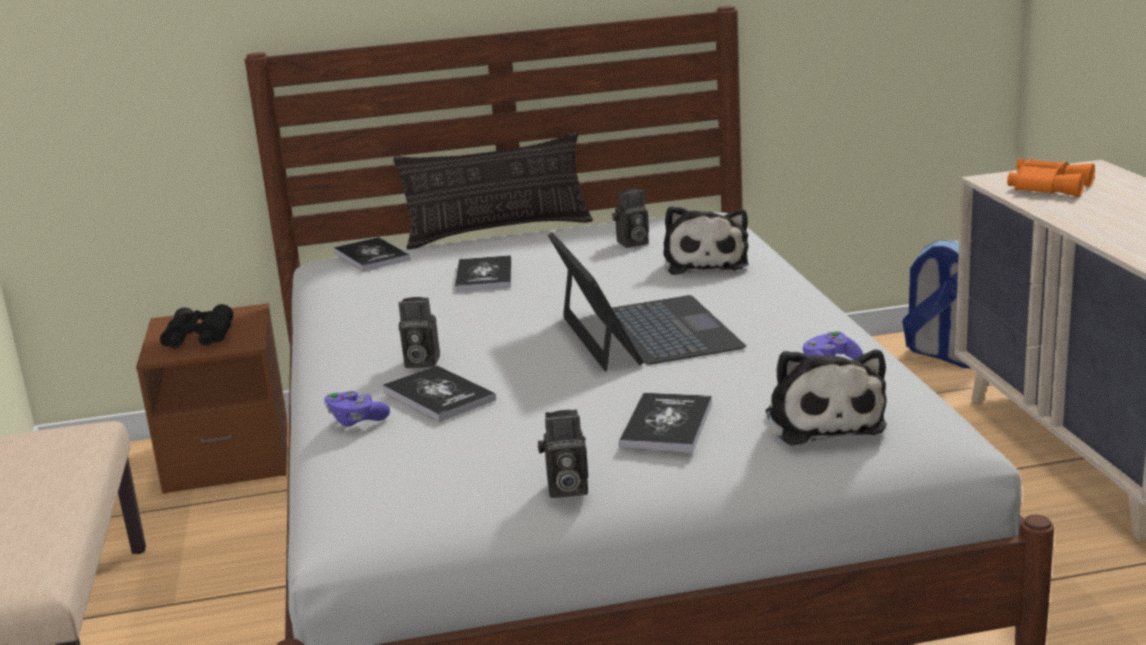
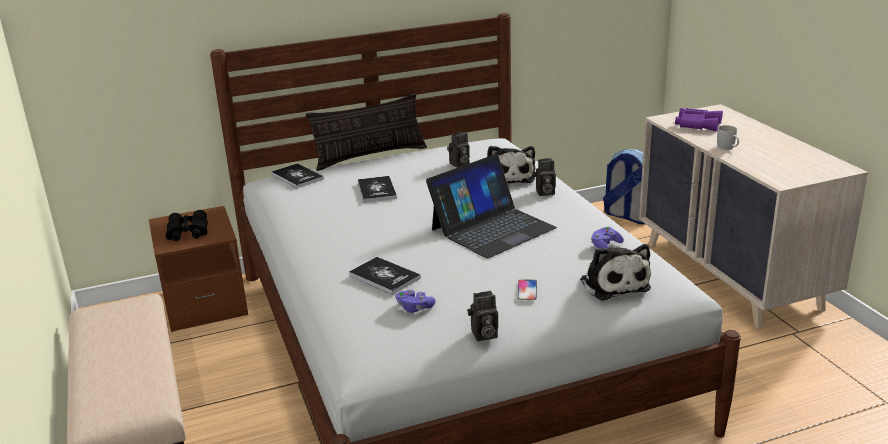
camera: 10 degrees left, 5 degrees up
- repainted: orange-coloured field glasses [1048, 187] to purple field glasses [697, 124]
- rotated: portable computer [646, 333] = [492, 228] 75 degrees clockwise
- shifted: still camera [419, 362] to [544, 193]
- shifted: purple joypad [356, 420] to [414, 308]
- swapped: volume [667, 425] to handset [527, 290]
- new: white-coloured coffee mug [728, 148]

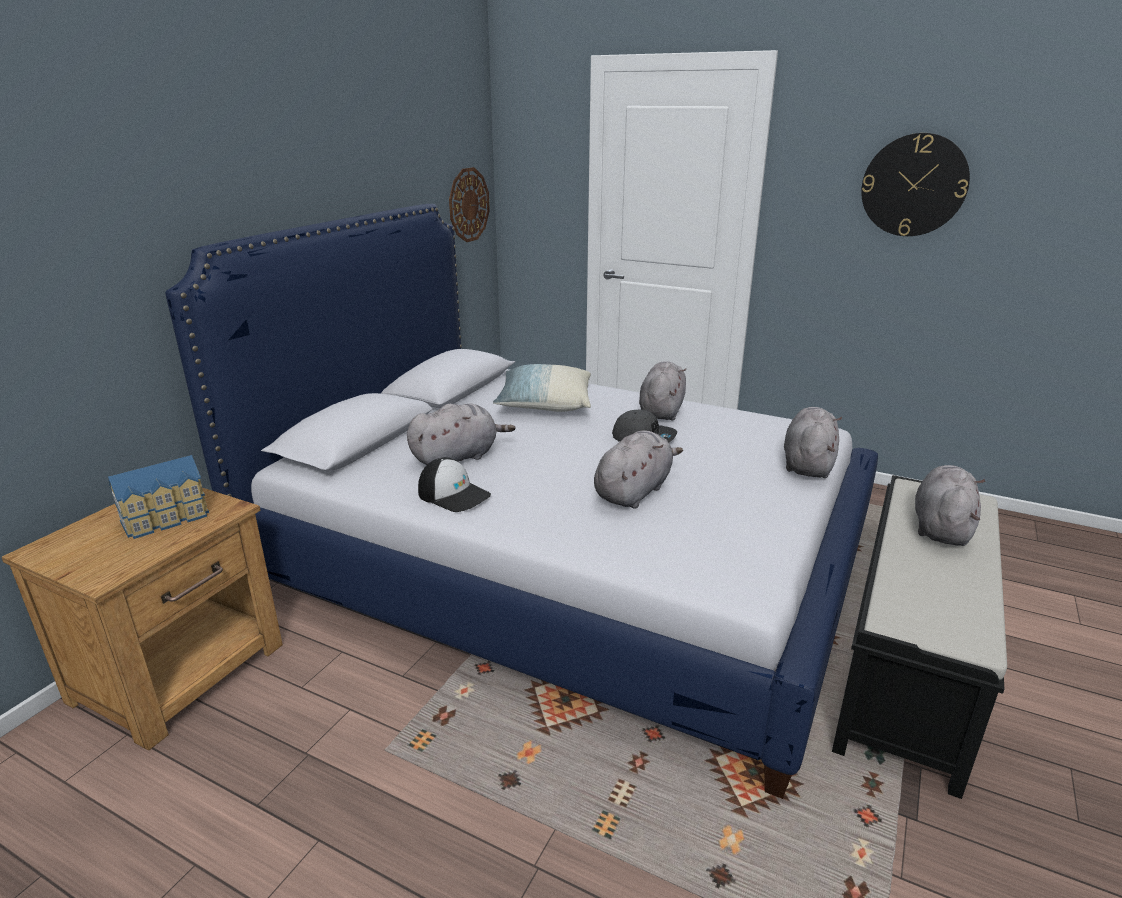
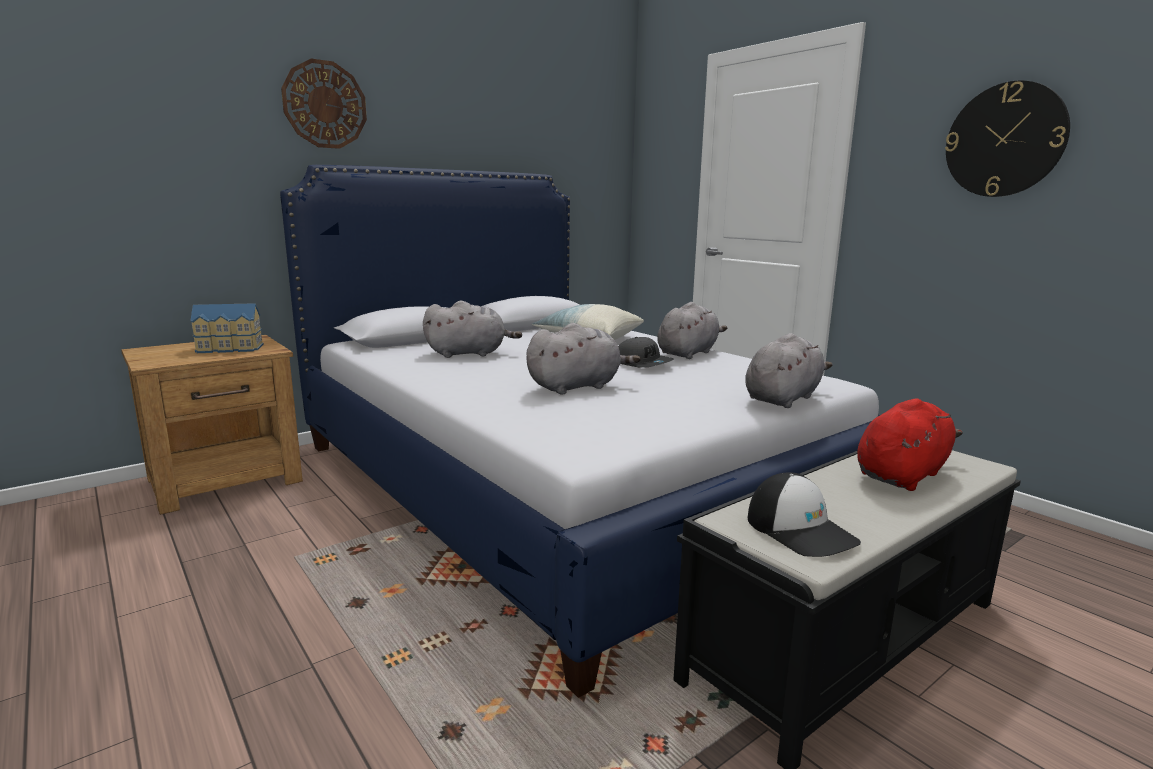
camera: 25 degrees right, 10 degrees down
- shifted: clock on the wall [468, 205] to [325, 104]
- shifted: baseball cap [454, 494] to [801, 530]
- repainted: grey plush toy [941, 527] to red-coloured plush toy [902, 474]

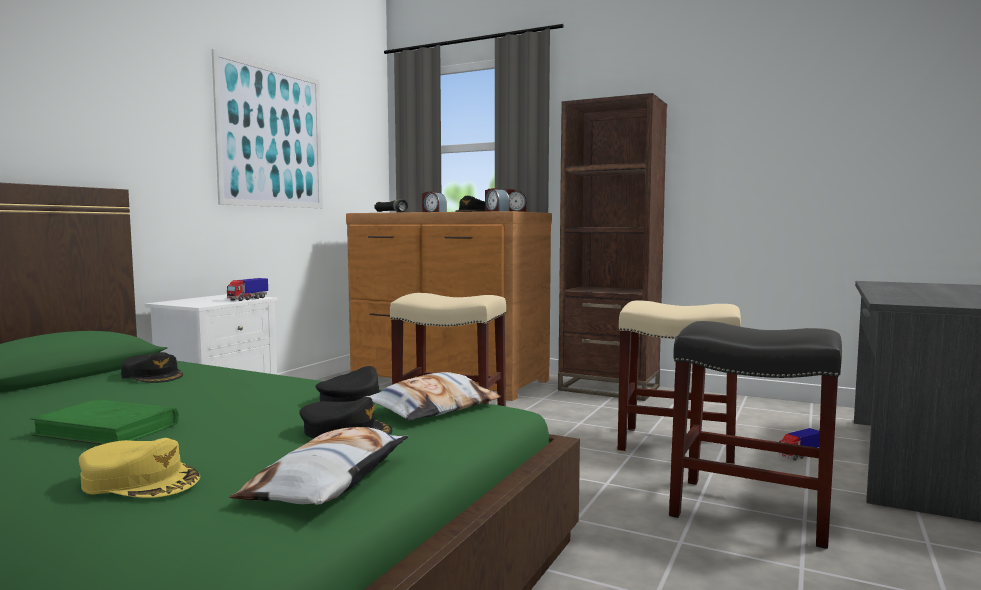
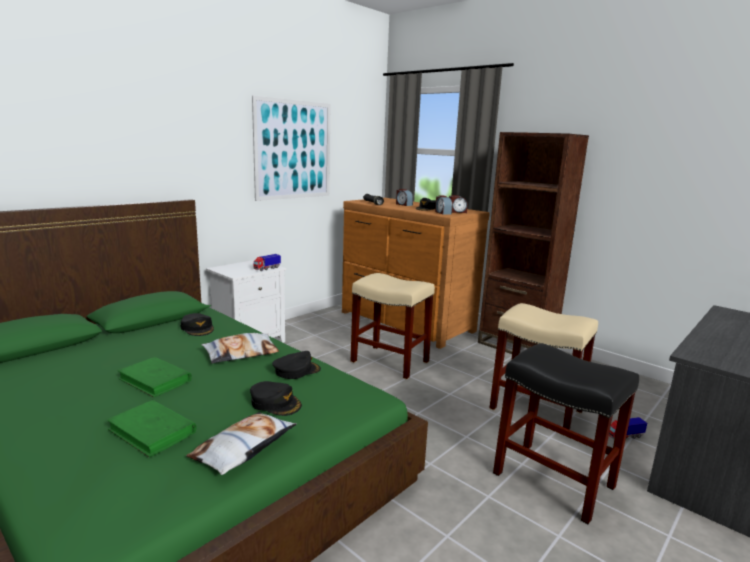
camera: 15 degrees right, 10 degrees up
- shifted: pillow [434, 408] to [241, 353]
- swapped: yellow baseball cap [140, 481] to green volume [152, 431]

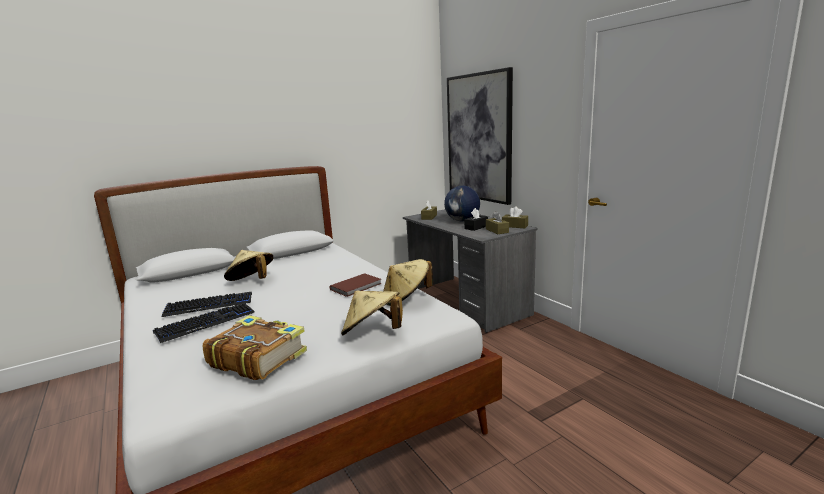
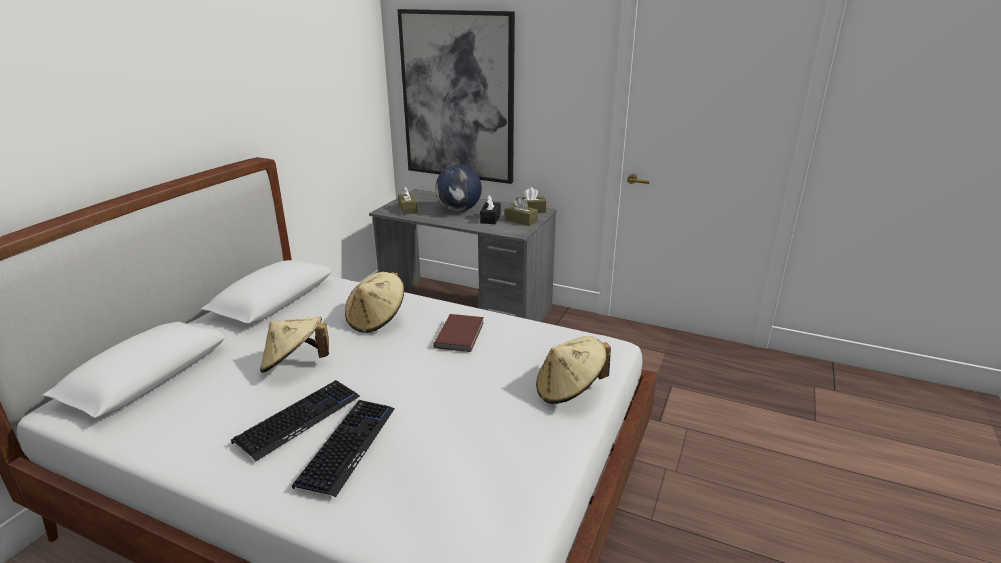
camera: 35 degrees left, 10 degrees up
- shifted: beige wearable hat [406, 299] to [376, 320]
- gone: volume [257, 358]

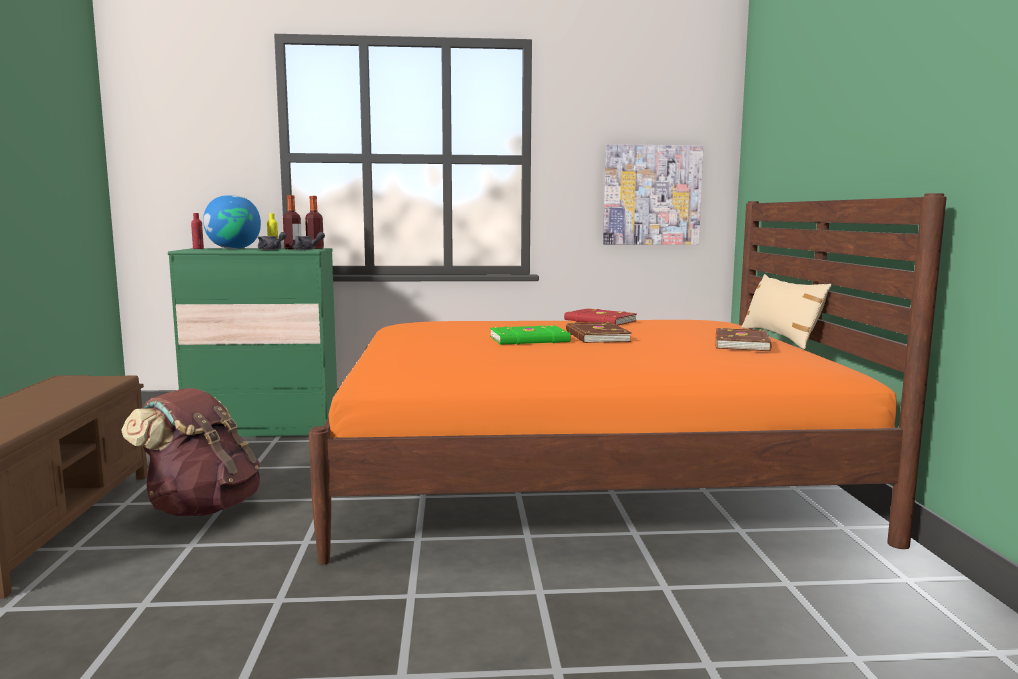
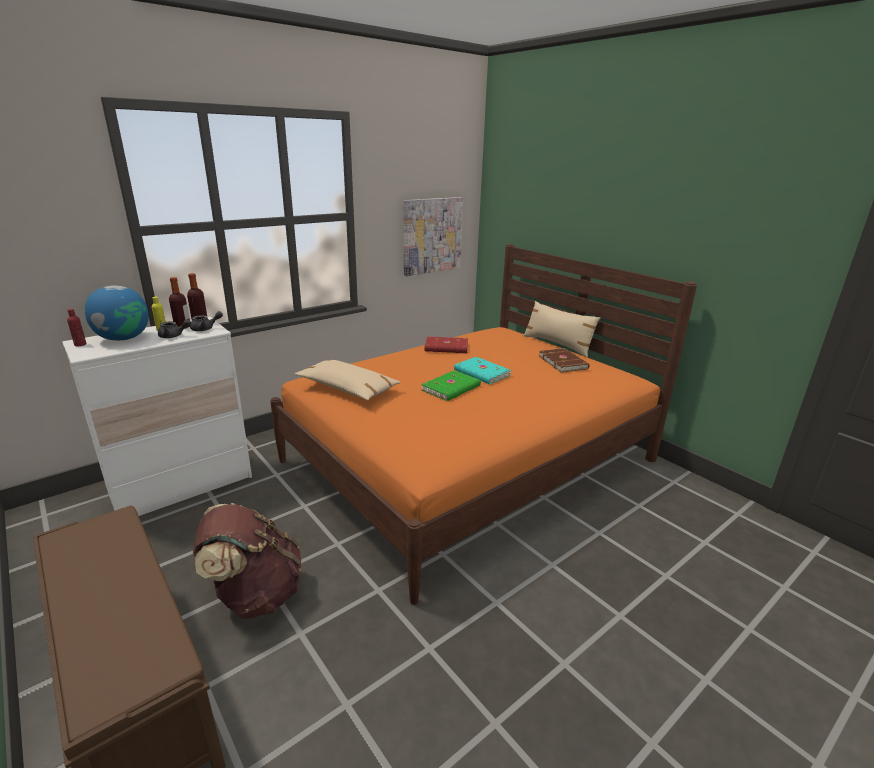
camera: 35 degrees left, 15 degrees up
- repainted: green dresser [264, 428] to white-coloured dresser [182, 486]
- repainted: brown-coloured volume [596, 337] to turquoise volume [481, 373]
- new: beige pillow [347, 388]

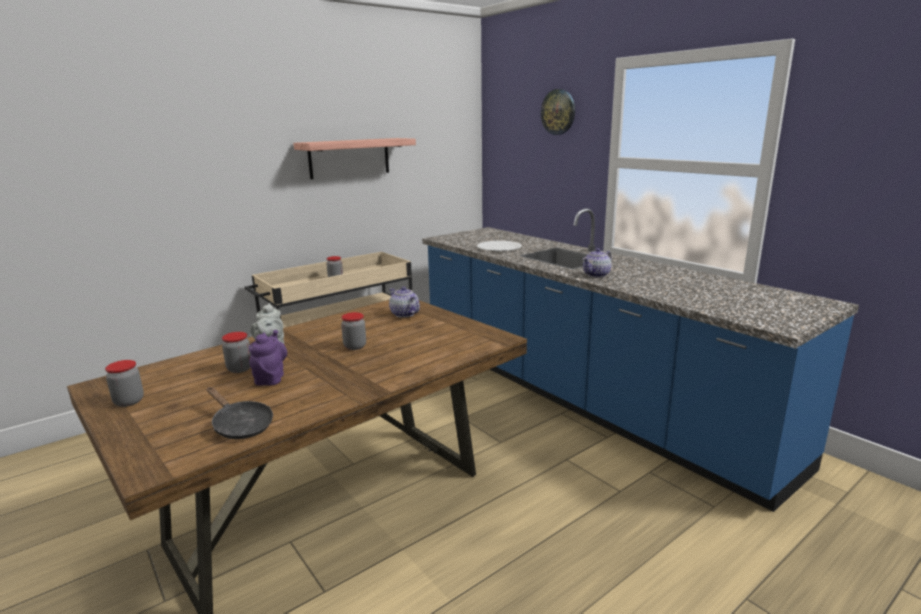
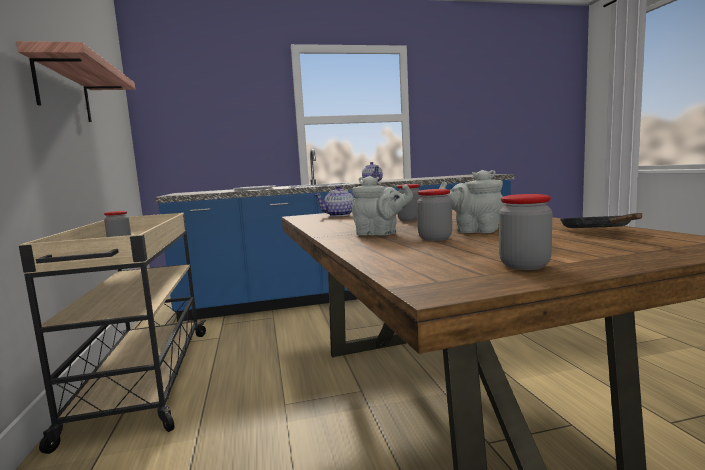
camera: 65 degrees left, 10 degrees down
- gone: clock on the wall [558, 112]
- repainted: purple teapot [270, 378] to grey teapot [474, 231]
- rotated: blackish skillet [240, 425] = [598, 231] 60 degrees counterclockwise

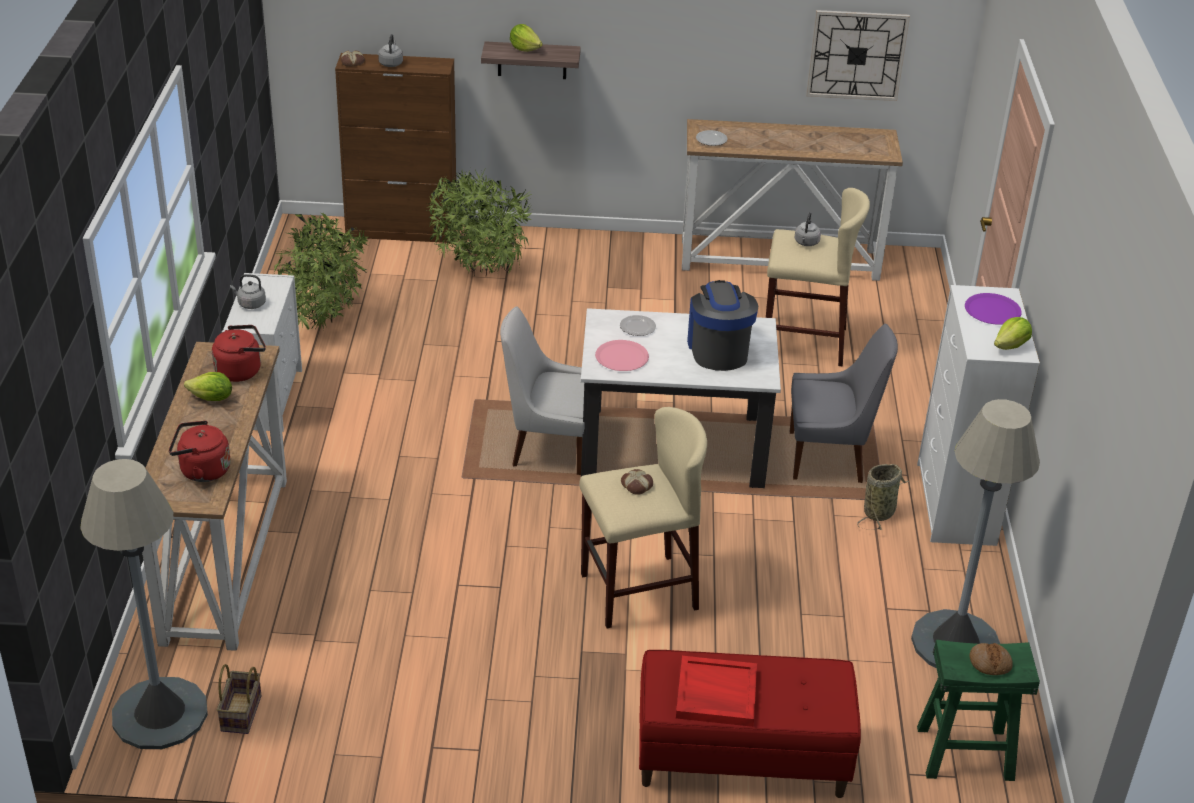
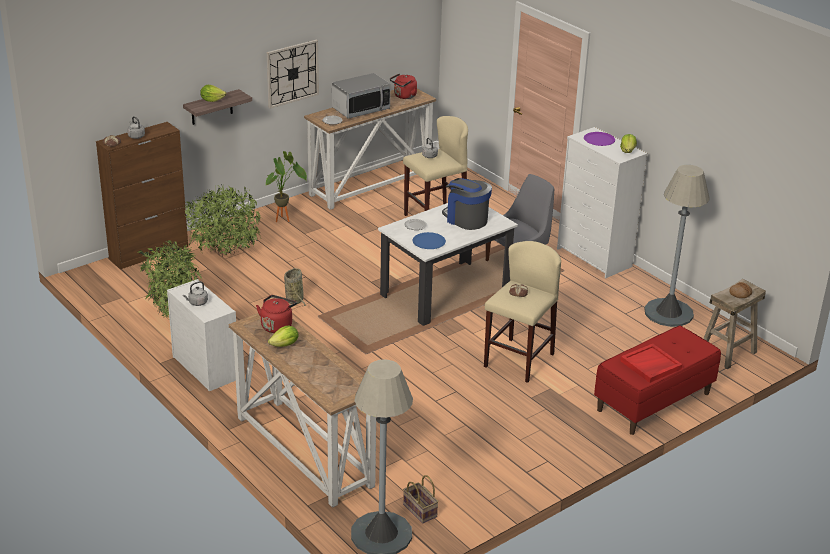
camera: 40 degrees left, 5 degrees down
- shifted: clock on the wall [857, 55] to [292, 73]
- gone: white-coloured upright chair [548, 447]
- repainted: pink-coloured dinner plate [622, 357] to bluish dinner plate [429, 242]
- shifted: red-coloured kettle [201, 471] to [404, 96]
- shifted: storage basket [880, 512] to [294, 299]
- repainted: green stool [965, 752] to beige stool [727, 352]
- new: kitchen microwave [360, 109]
- new: plant in a pot [285, 219]

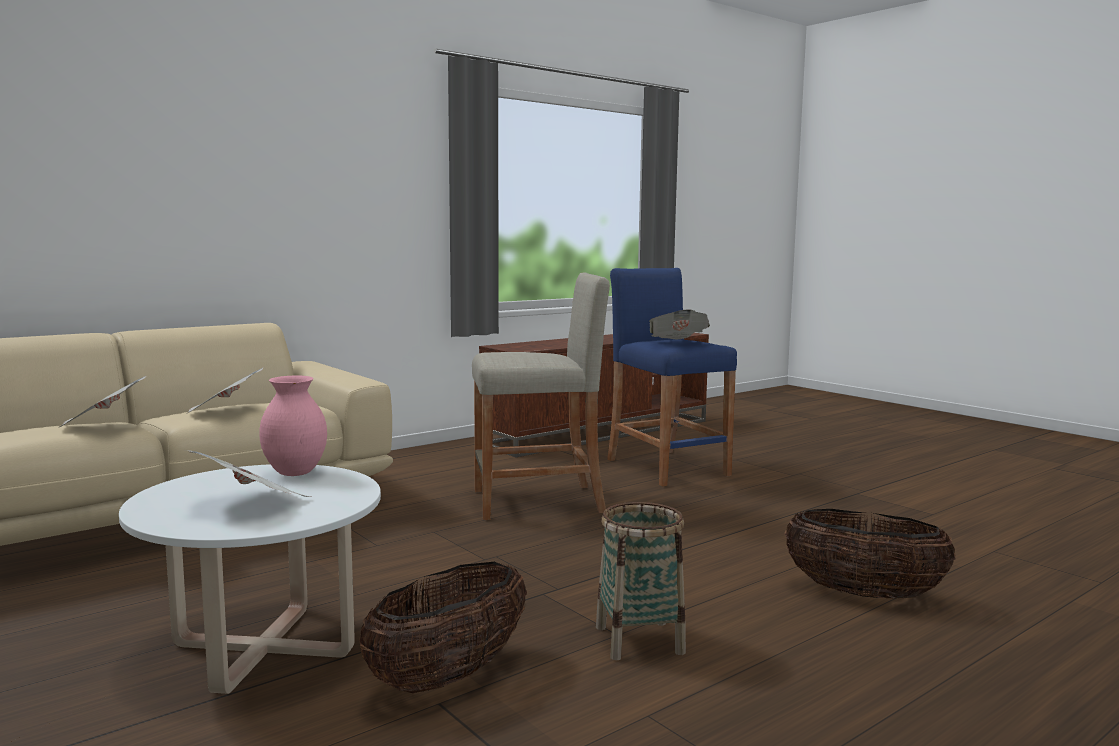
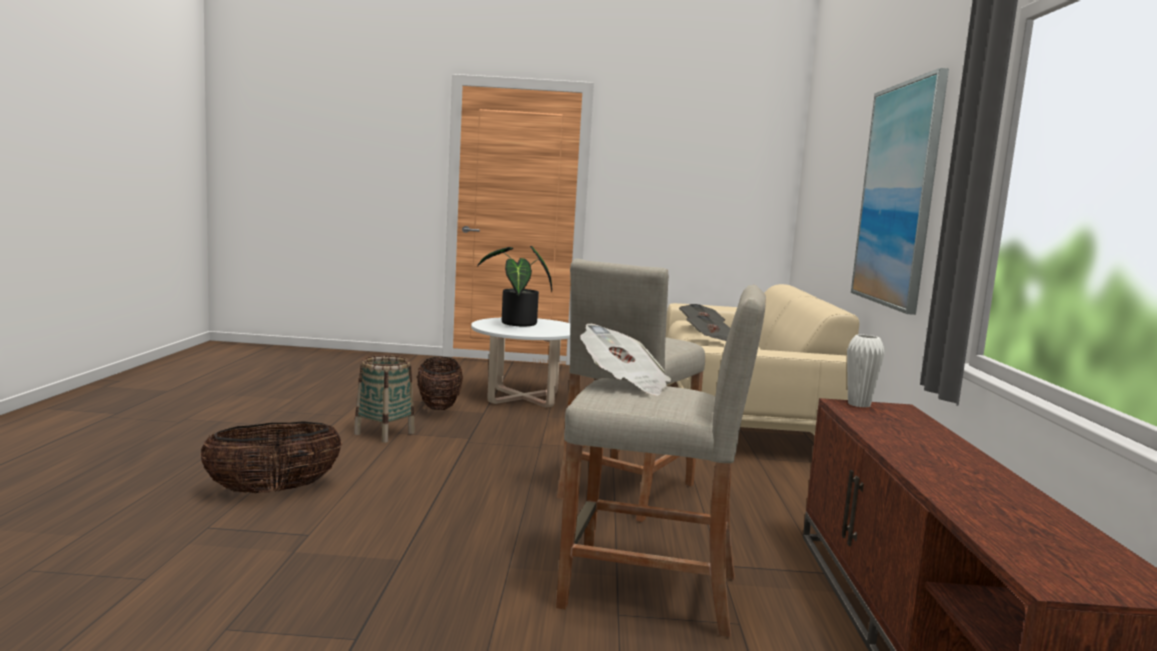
camera: 130 degrees right, 0 degrees up
- repainted: bluish stool [667, 467] to beige stool [650, 591]
- gone: pink-coloured vase [296, 473]
- swapped: printed paper [251, 504] to plant in a pot [516, 324]
- new: wall picture [897, 195]
- new: white-coloured vase [859, 404]

